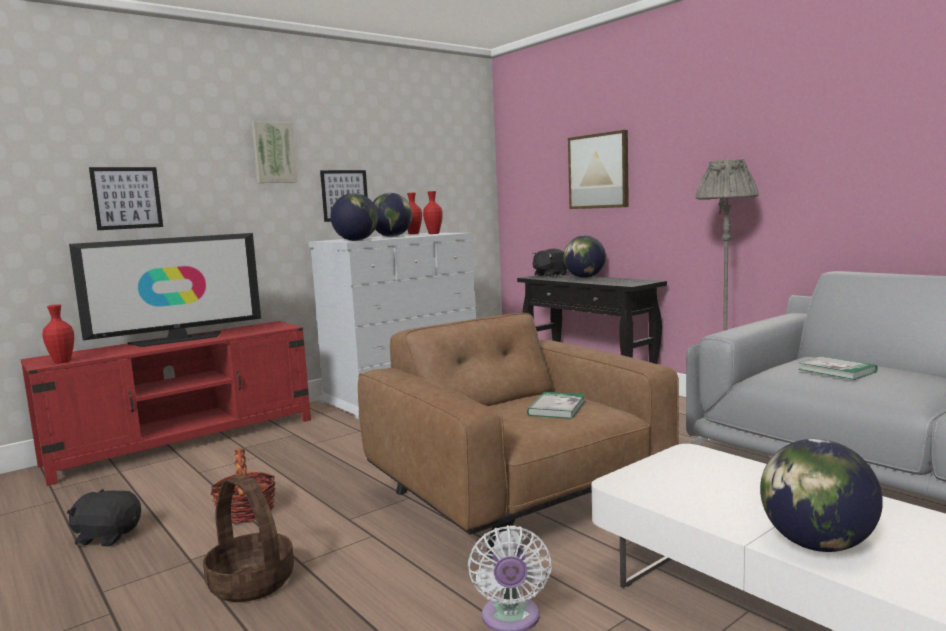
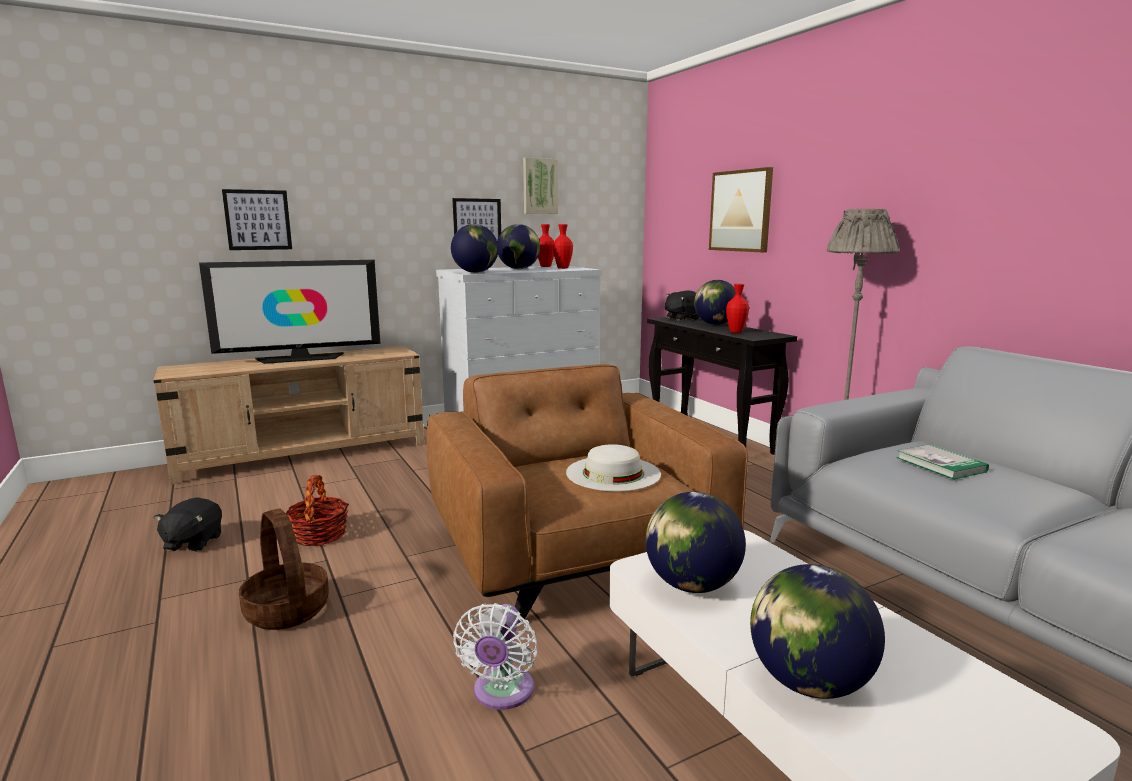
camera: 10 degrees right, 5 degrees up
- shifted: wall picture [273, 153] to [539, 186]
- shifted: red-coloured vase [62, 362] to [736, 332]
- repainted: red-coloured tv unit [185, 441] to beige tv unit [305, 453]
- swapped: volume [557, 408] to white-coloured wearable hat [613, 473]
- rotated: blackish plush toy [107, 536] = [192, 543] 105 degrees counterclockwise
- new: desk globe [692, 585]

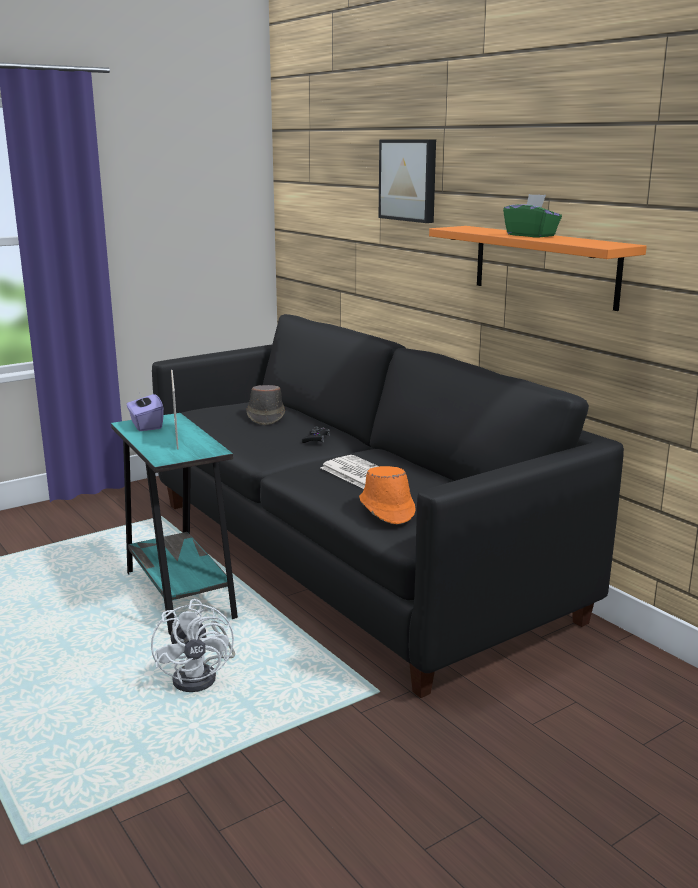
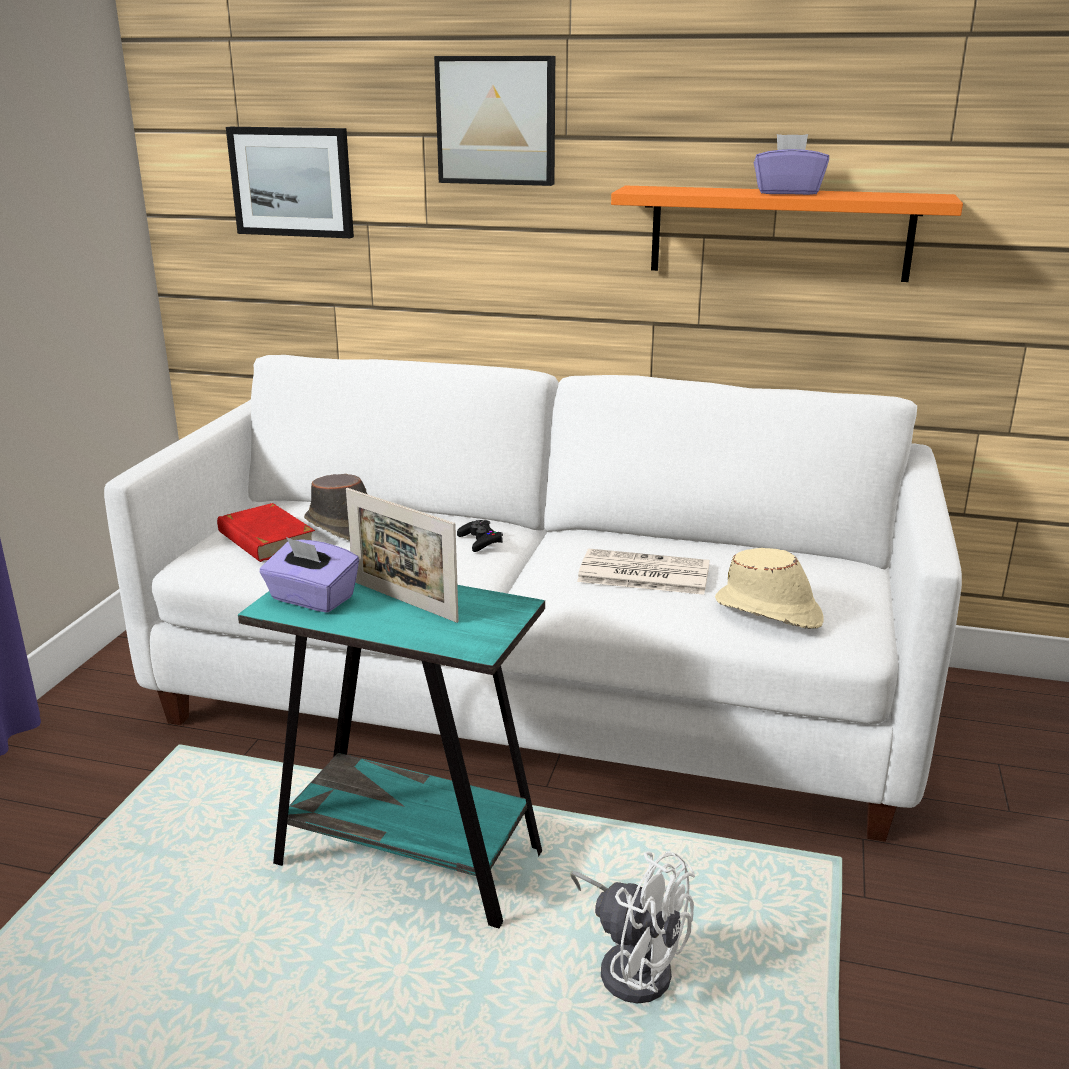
camera: 40 degrees left, 5 degrees up
- repainted: green tissue holder [531, 235] to purple tissue holder [787, 192]
- repainted: blackish settee [350, 557] to white-coloured settee [536, 695]
- repainted: orange-coloured wearable hat [386, 510] to beige wearable hat [769, 611]
- new: wall picture [292, 182]
- new: red-coloured volume [266, 539]

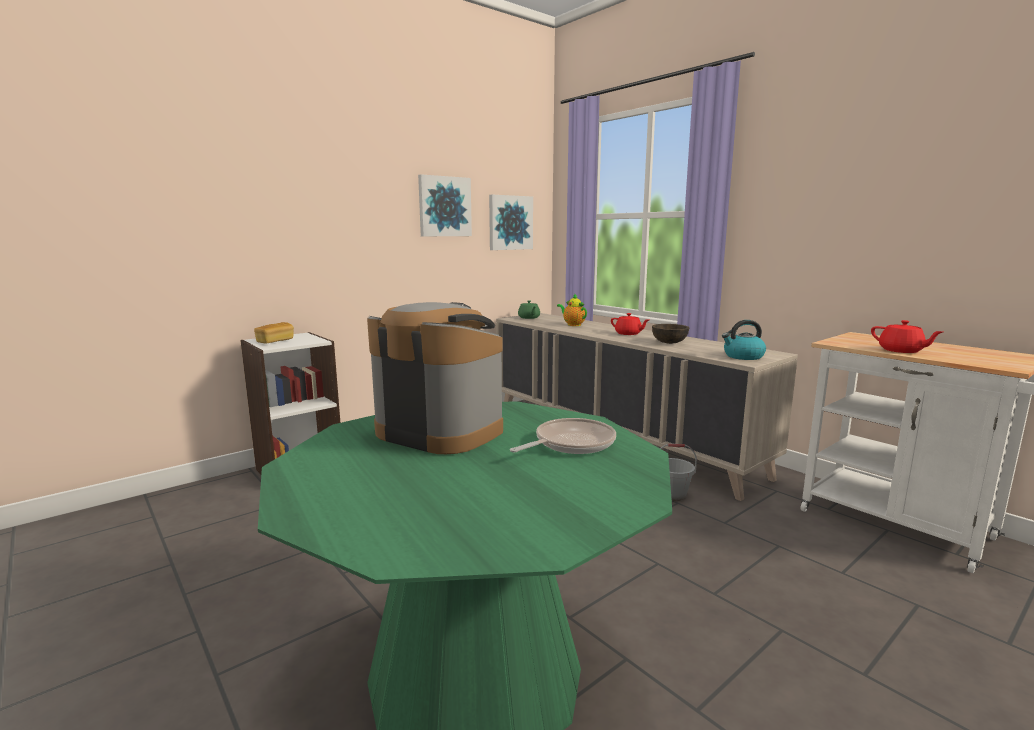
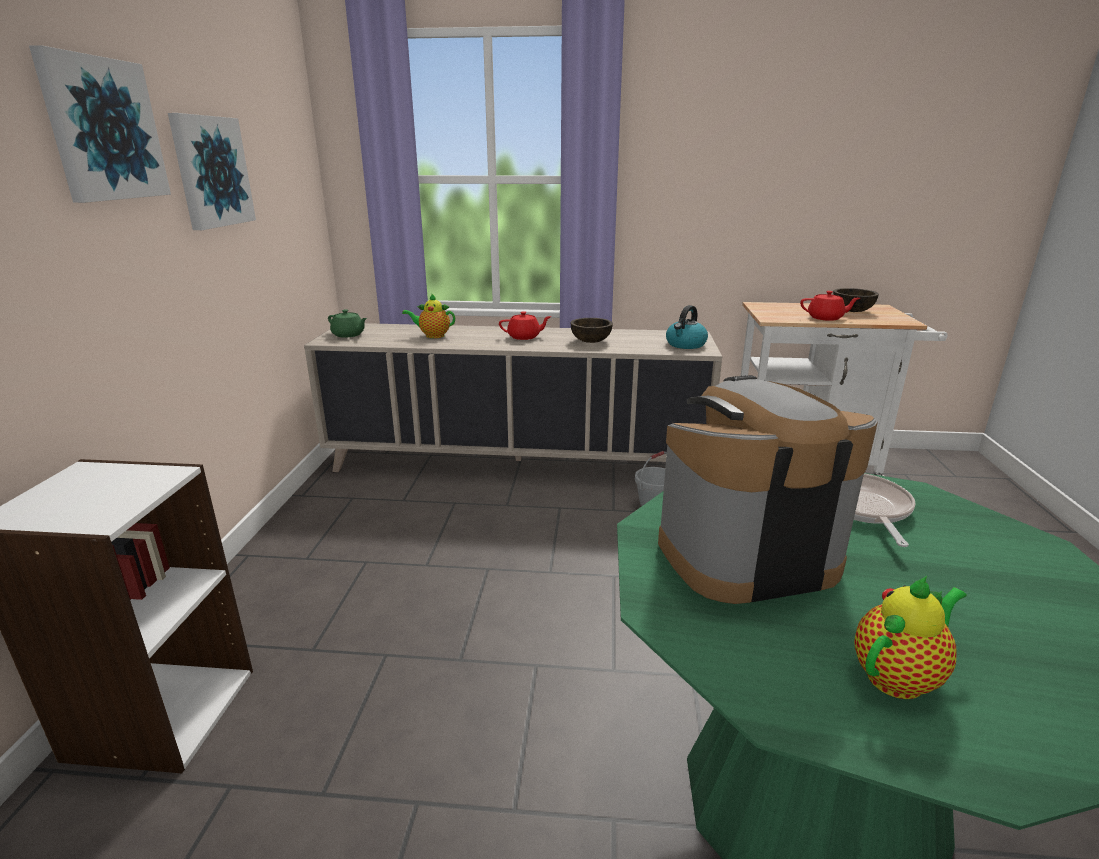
camera: 45 degrees left, 10 degrees up
- shifted: wall picture [510, 222] to [103, 129]
- gone: bakery bread [275, 341]
- new: brown-coloured serving bowl [851, 311]
- new: teapot [899, 676]

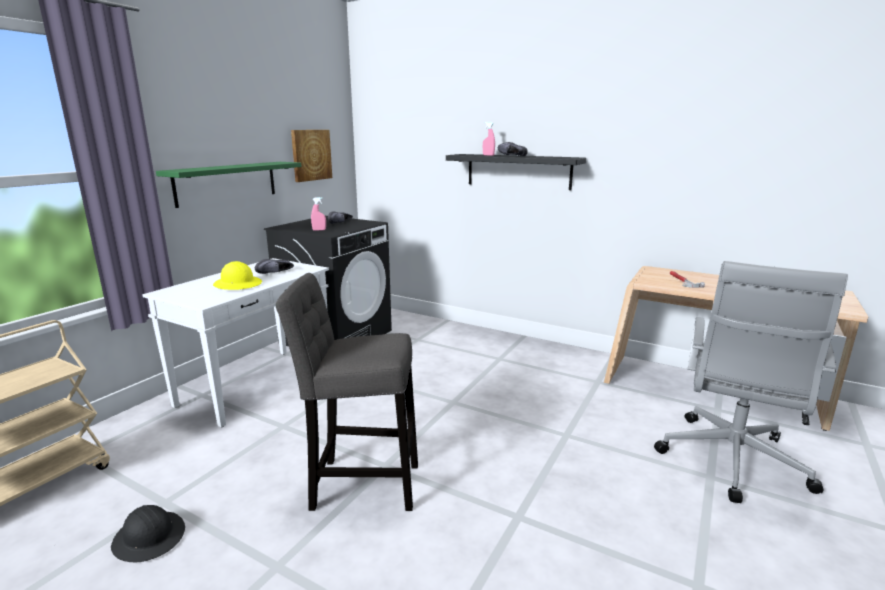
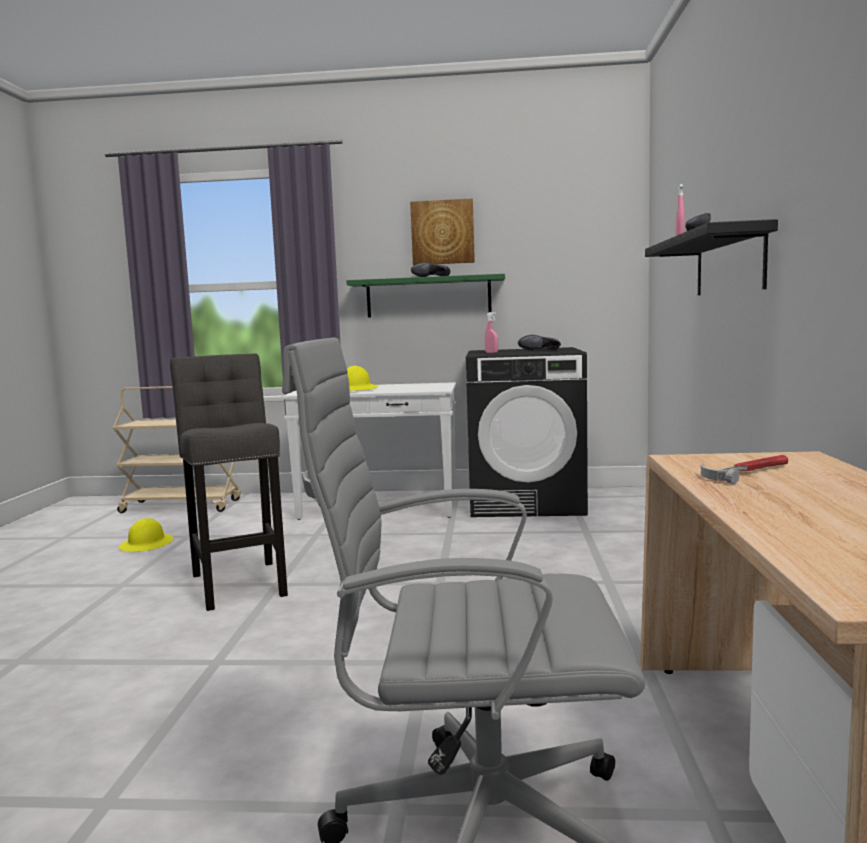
camera: 65 degrees right, 10 degrees down
- shifted: wall picture [311, 155] to [442, 232]
- shifted: blackish item of footwear [276, 273] to [430, 277]
- repainted: blackish work helmet [149, 537] to yellow work helmet [147, 545]

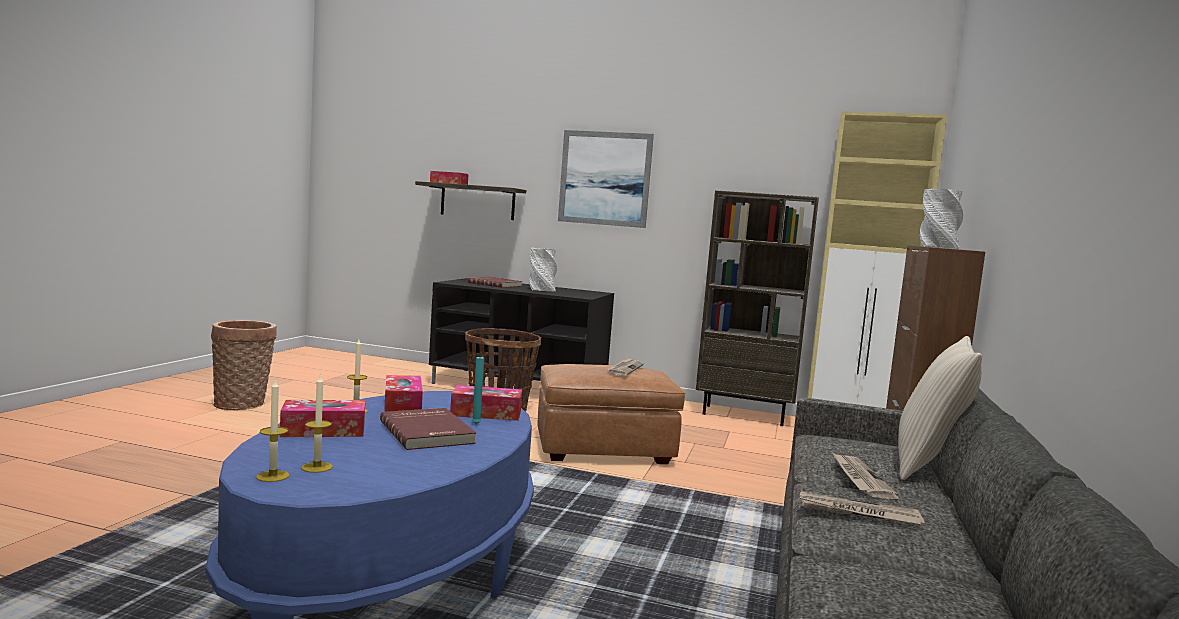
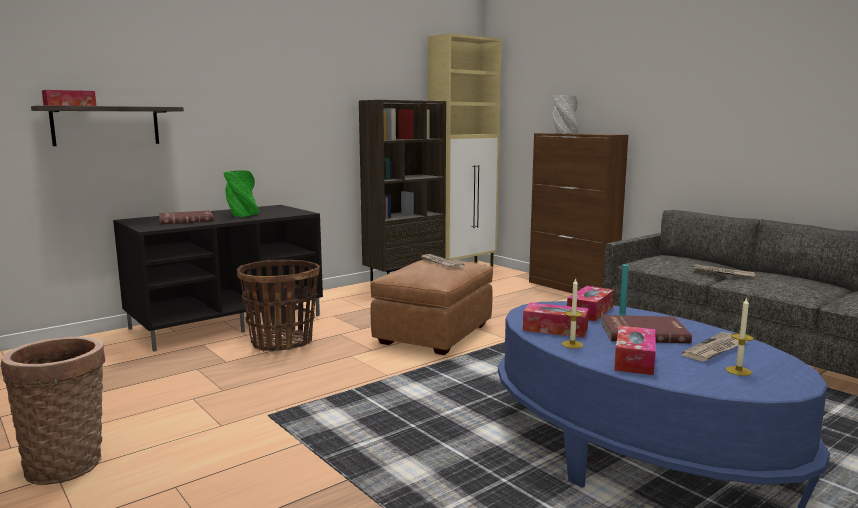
camera: 55 degrees left, 5 degrees up
- gone: wall picture [605, 178]
- repainted: grey vase [541, 289] to green vase [242, 215]
- gone: beige pillow [928, 465]
- gone: candle [272, 476]
- shifted: printed paper [858, 513] to [715, 349]

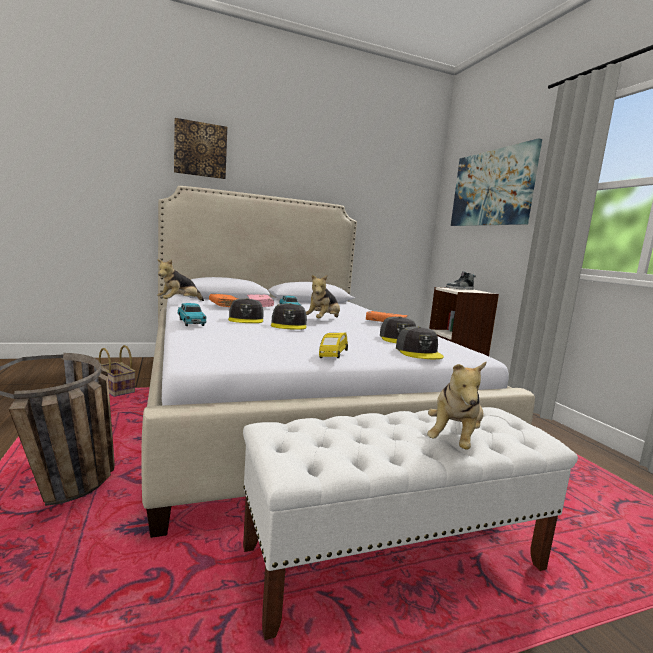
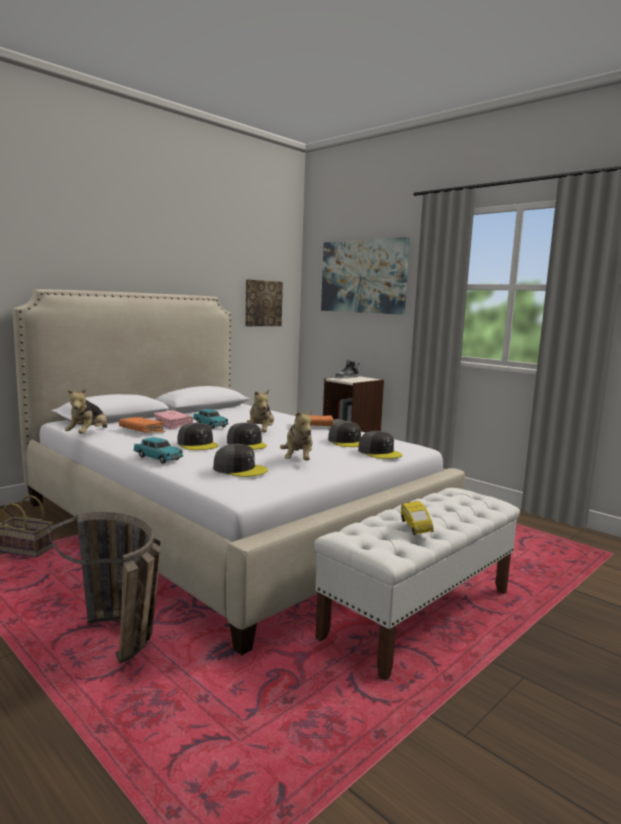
camera: 25 degrees left, 0 degrees up
- shifted: wall picture [200, 149] to [262, 303]
- shifted: yellow miniature car [332, 355] to [415, 527]
- shifted: plush toy [454, 440] to [298, 460]
- new: grey baseball cap [240, 469]

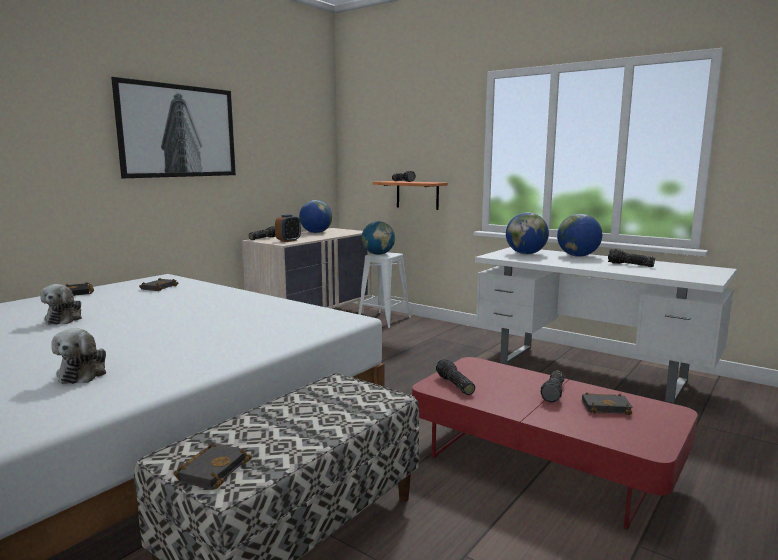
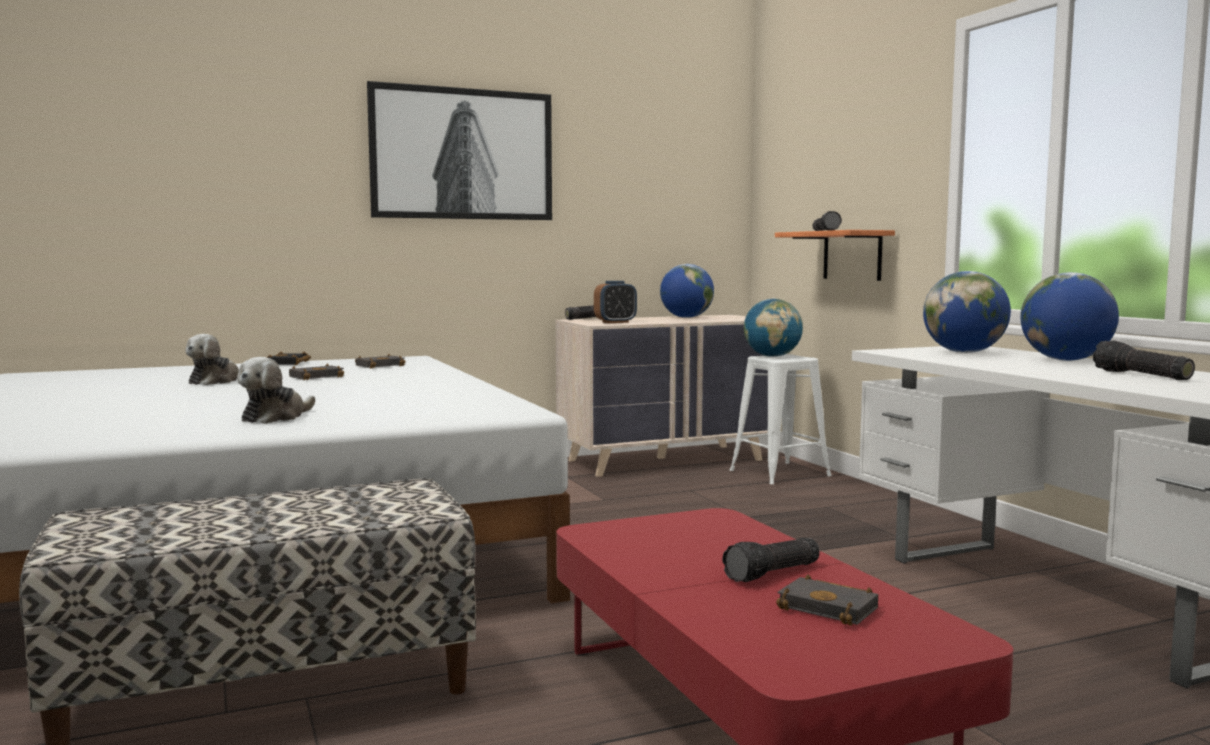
camera: 30 degrees right, 5 degrees down
- shifted: plush toy [84, 373] to [276, 417]
- gone: torch [454, 385]
- shifted: blackish volume [213, 469] to [317, 377]

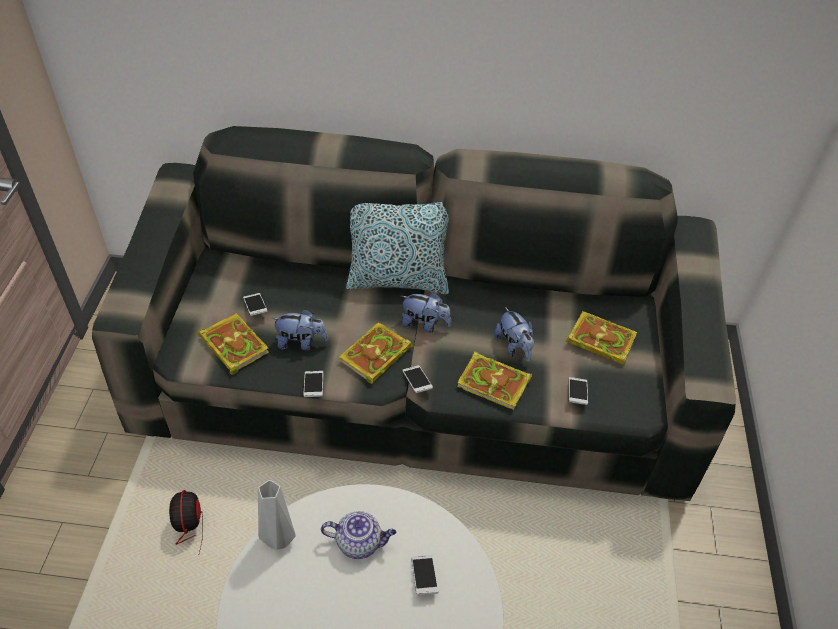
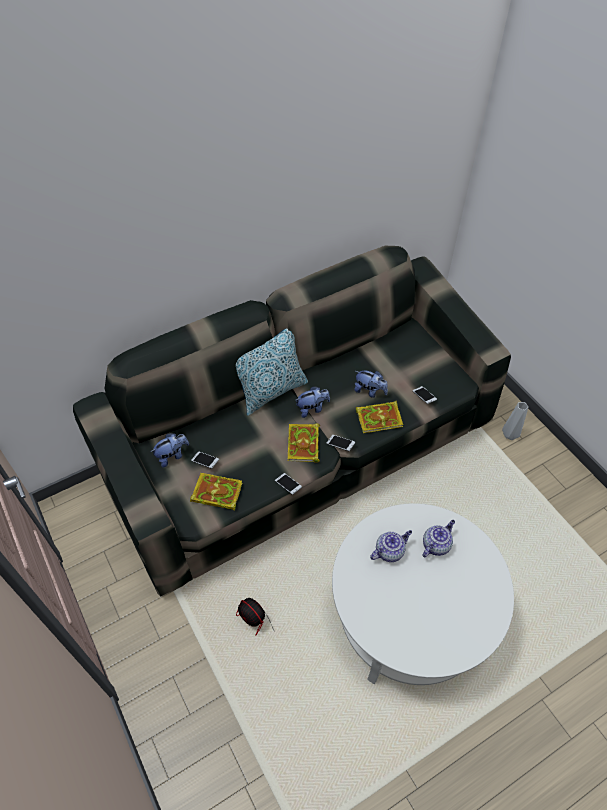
camera: 35 degrees left, 5 degrees up
- shifted: plush toy [301, 342] to [172, 456]
- gone: volume [599, 340]
- shifted: grey vase [279, 537] to [509, 434]
- swapped: handset [424, 577] to teapot [436, 544]

